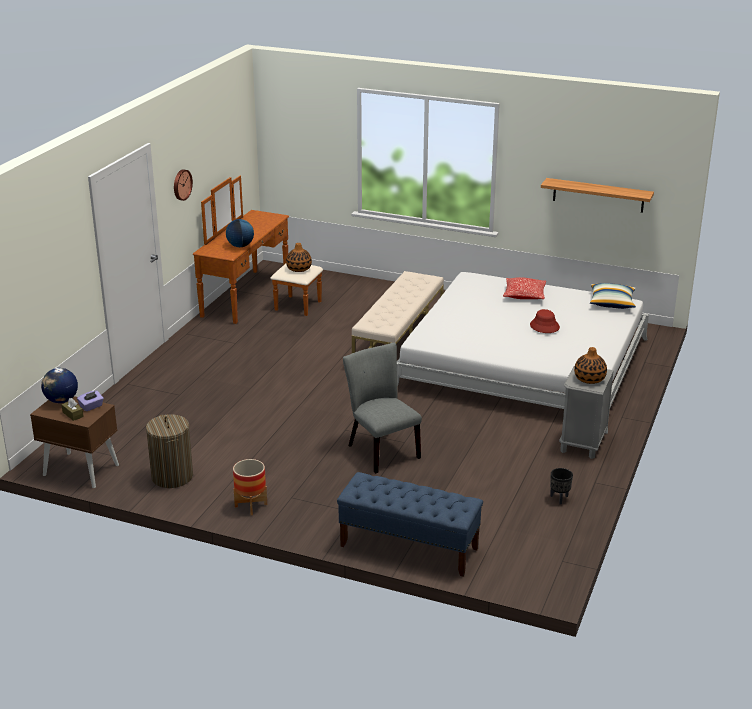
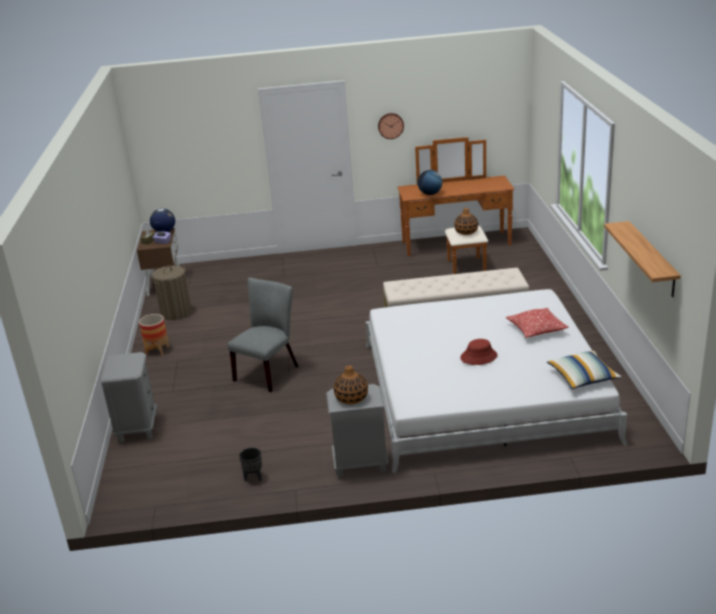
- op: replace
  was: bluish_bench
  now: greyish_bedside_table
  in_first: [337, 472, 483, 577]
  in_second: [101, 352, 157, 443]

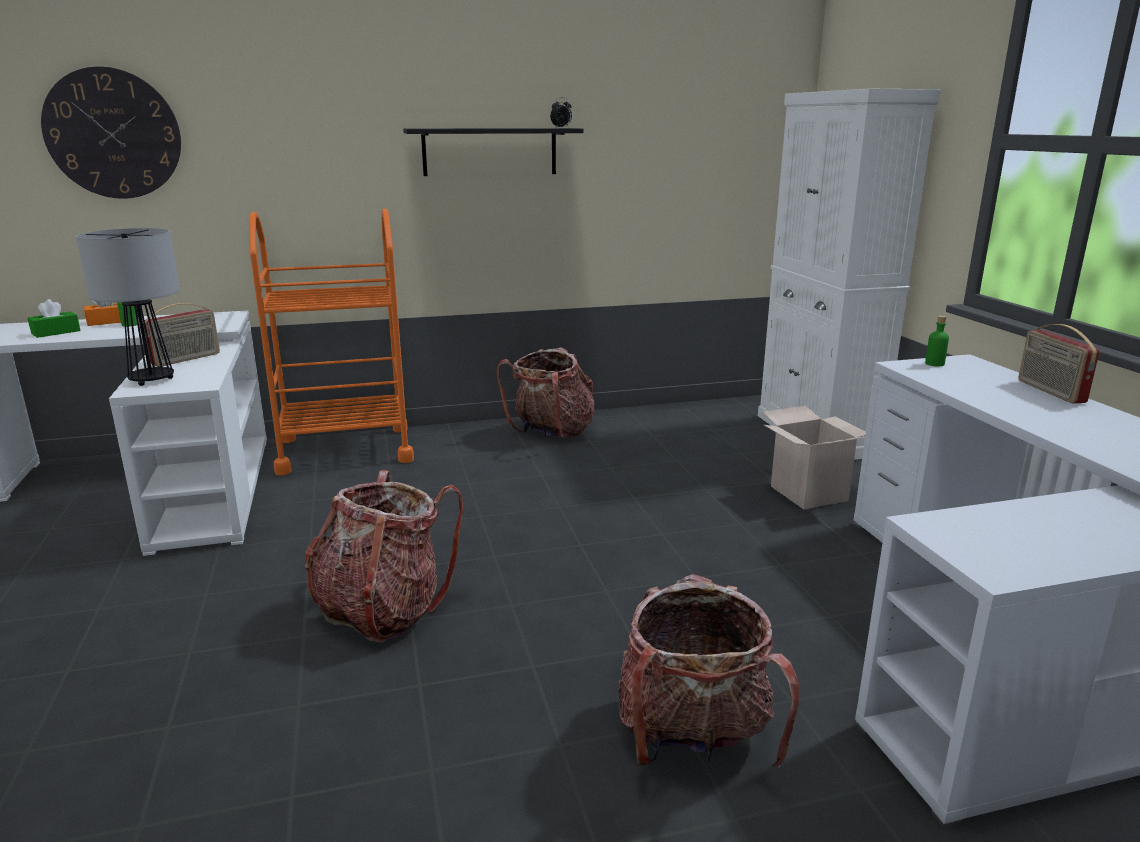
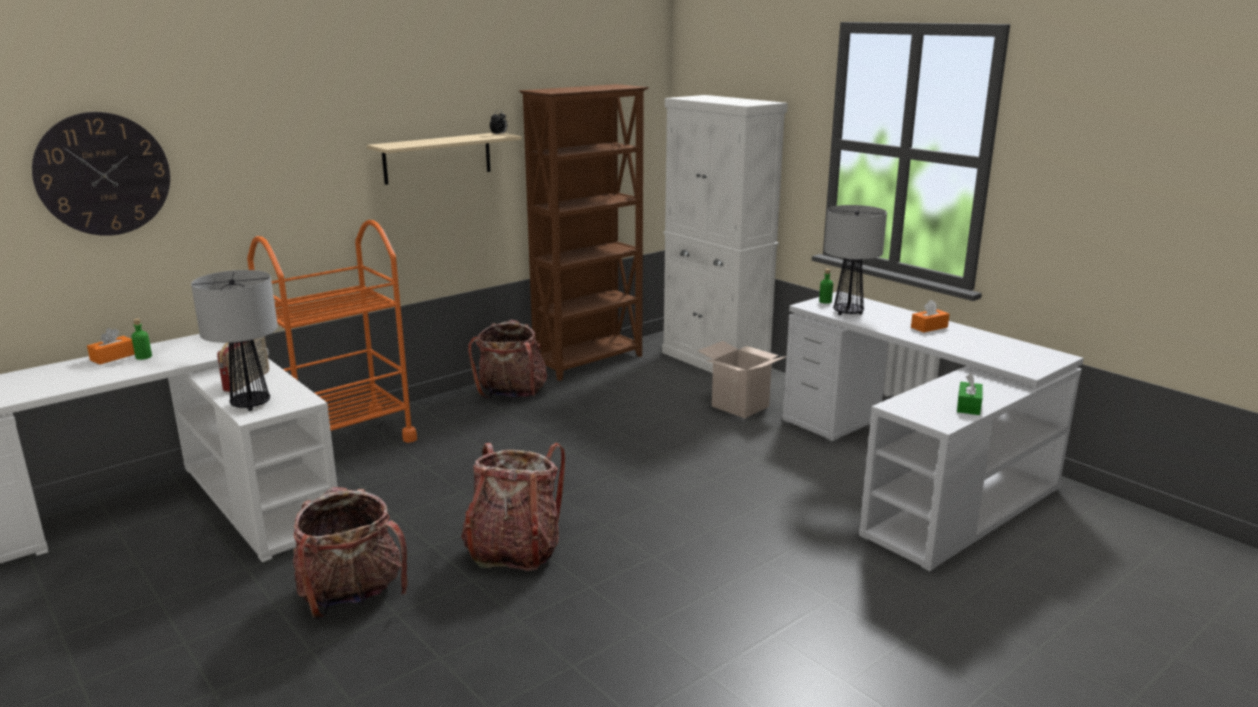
- op: recolor
  was: black-coloured_shelf
  now: beige_shelf
  in_first: [403, 128, 583, 176]
  in_second: [367, 133, 522, 185]
- op: move
  was: greenish_tissue_box
  in_first: [28, 299, 81, 338]
  in_second: [957, 374, 983, 415]
- op: delete
  was: radio_set
  in_first: [1018, 324, 1099, 404]
- op: move
  was: rucksack
  in_first: [618, 574, 800, 768]
  in_second: [293, 487, 407, 619]
- op: insert
  now: brownish_bookshelf
  in_second: [519, 84, 649, 381]
- op: insert
  now: table_lamp
  in_second: [824, 205, 887, 315]
- op: insert
  now: orangey_tissue_box
  in_second: [911, 300, 950, 333]

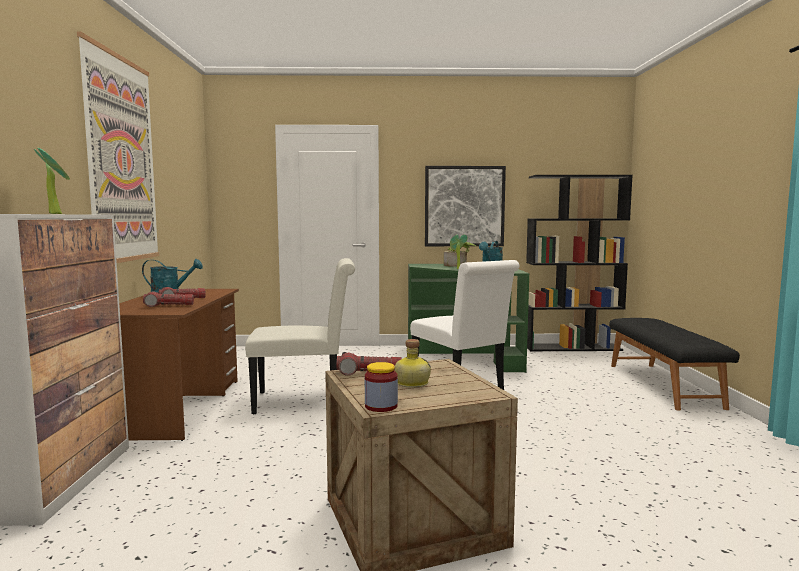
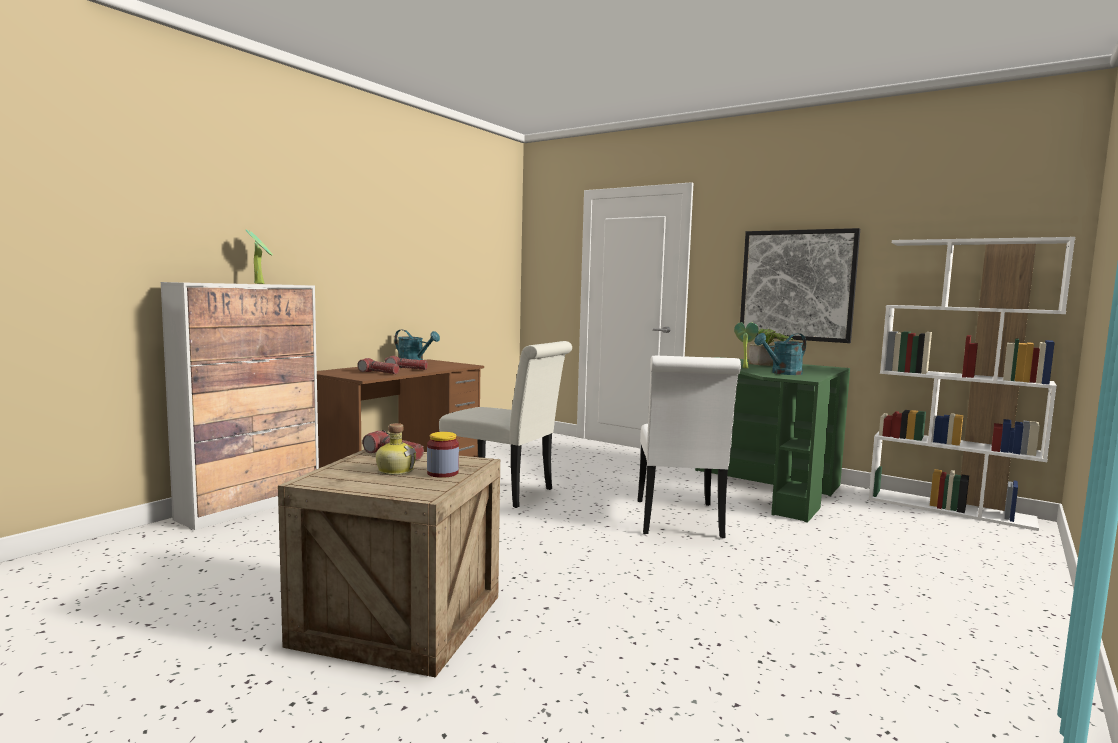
- op: delete
  was: picture
  in_first: [77, 32, 159, 263]
- op: recolor
  was: black-coloured_bookshelf
  now: white_bookshelf
  in_first: [526, 175, 633, 351]
  in_second: [869, 237, 1075, 531]
- op: delete
  was: black-coloured_bench
  in_first: [609, 318, 740, 411]
- op: move
  was: preserve_jar
  in_first: [365, 362, 398, 412]
  in_second: [427, 432, 459, 478]

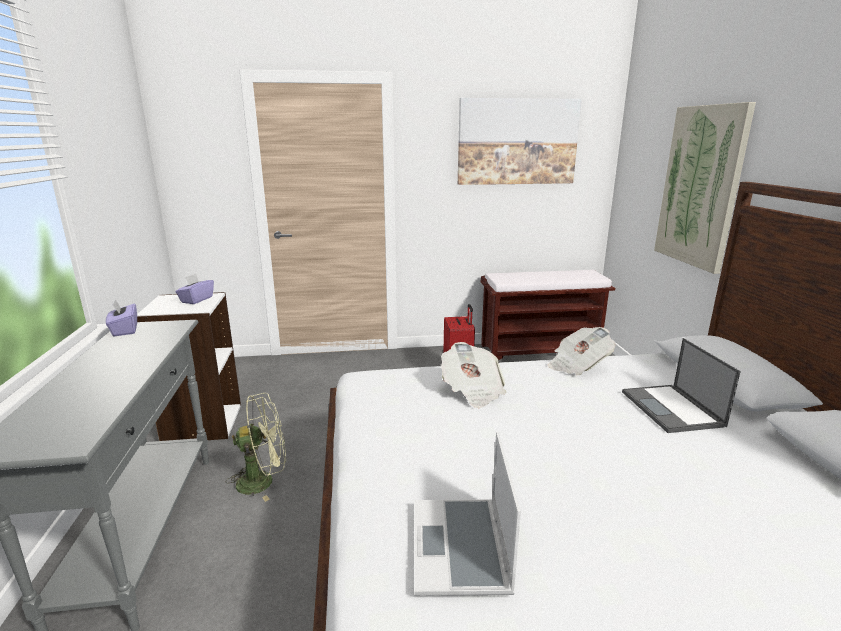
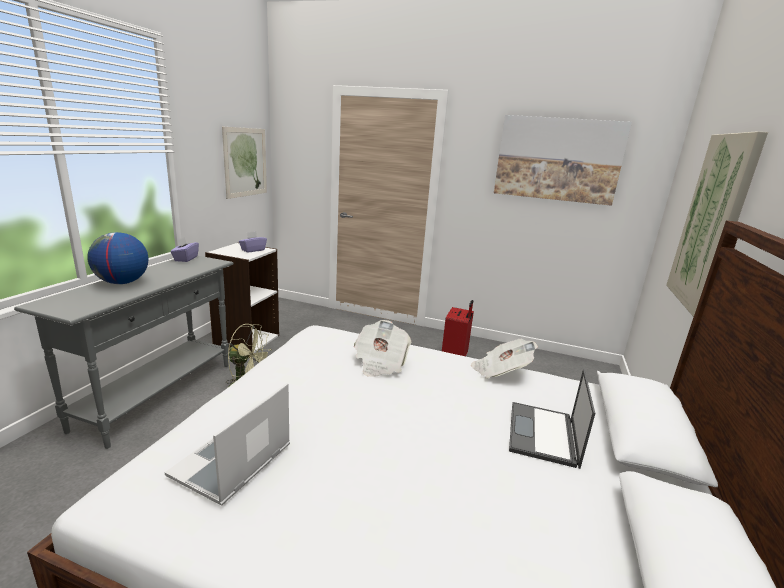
- op: delete
  was: brownish_bench
  in_first: [481, 269, 615, 360]
- op: insert
  now: picture
  in_second: [222, 126, 267, 199]
- op: insert
  now: world_globe
  in_second: [87, 232, 149, 284]

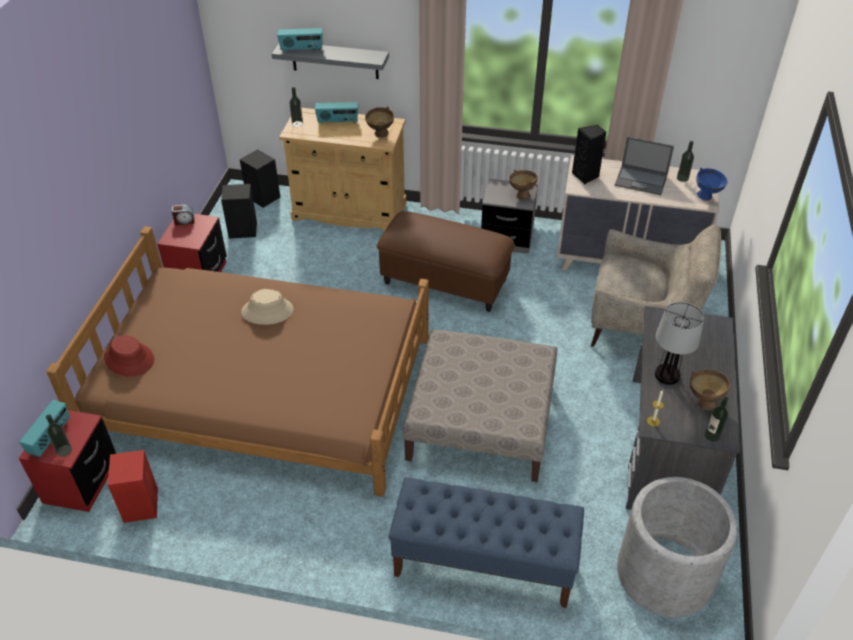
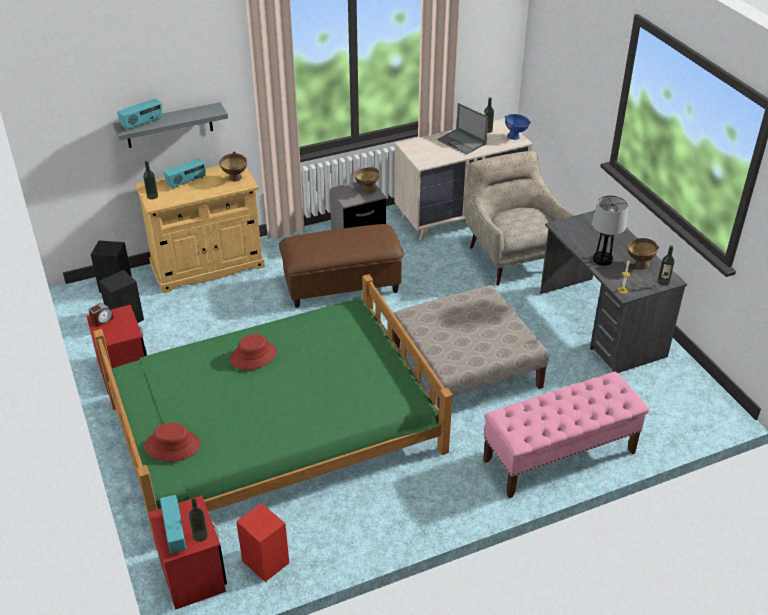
- op: delete
  was: black-coloured_loudspeaker
  in_first: [572, 125, 607, 184]
- op: rotate
  was: notebook_computer
  in_first: [615, 137, 674, 195]
  in_second: [437, 103, 488, 155]
  clockwise: 60
- op: rotate
  was: beige_armchair
  in_first: [591, 225, 721, 347]
  in_second: [464, 151, 576, 286]
  clockwise: -90
- op: recolor
  was: brownish_bedroom_bed
  now: greenish_bedroom_bed
  in_first: [46, 226, 429, 497]
  in_second: [93, 274, 453, 550]
- op: recolor
  was: beige_wearable_hat
  now: red-coloured_wearable_hat
  in_first: [241, 289, 294, 325]
  in_second: [230, 334, 276, 370]
- op: recolor
  was: bluish_bench
  now: pinkish_bench
  in_first: [389, 477, 584, 608]
  in_second: [483, 372, 649, 498]
- op: delete
  was: greyish_planter
  in_first: [617, 477, 738, 617]

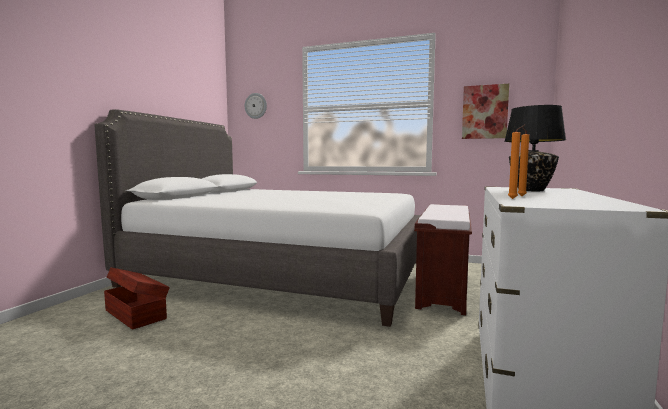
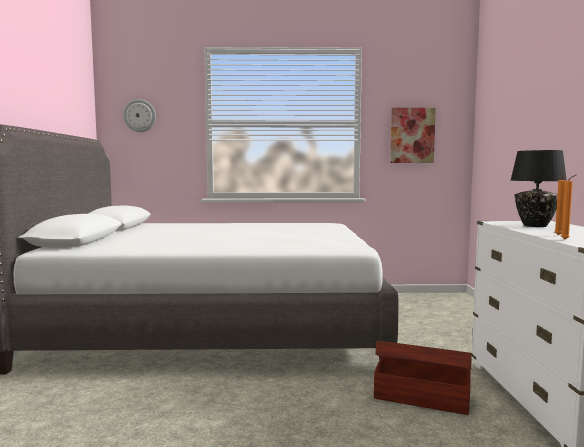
- op: delete
  was: brownish_bench
  in_first: [414, 204, 472, 315]
- op: move
  was: brownish_storage_container
  in_first: [104, 267, 170, 330]
  in_second: [374, 341, 472, 415]

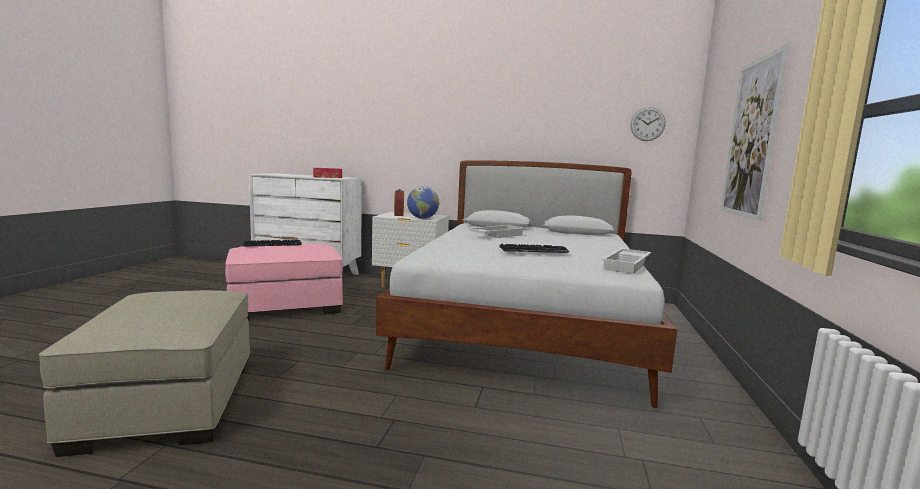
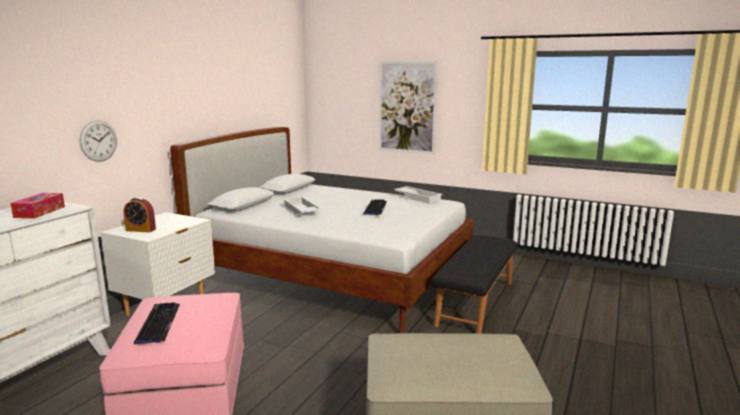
- op: move
  was: hanging_clock
  in_first: [631, 107, 666, 141]
  in_second: [80, 120, 117, 162]
- op: delete
  was: world_globe
  in_first: [407, 186, 439, 219]
- op: insert
  now: black-coloured_bench
  in_second: [431, 235, 518, 334]

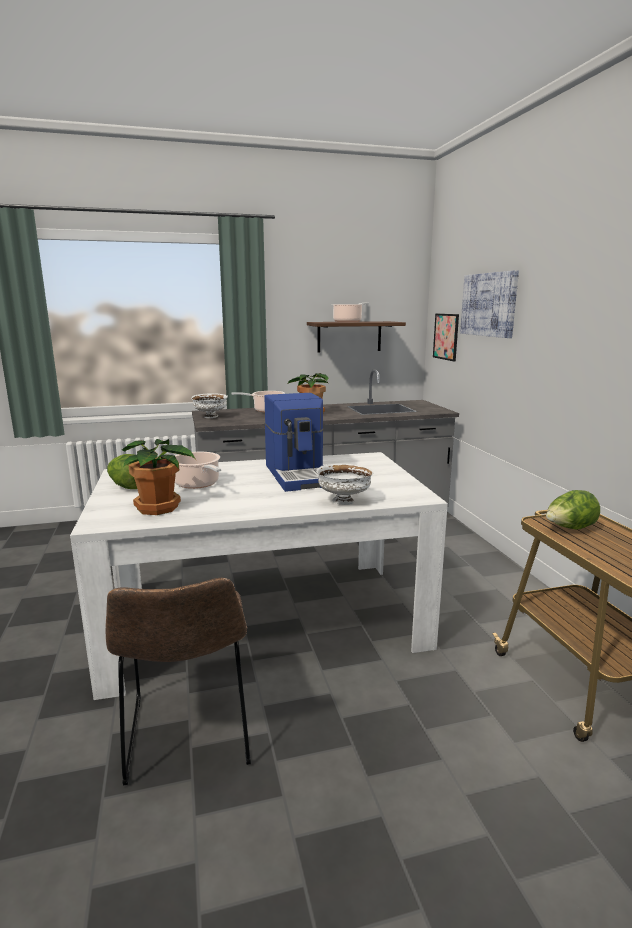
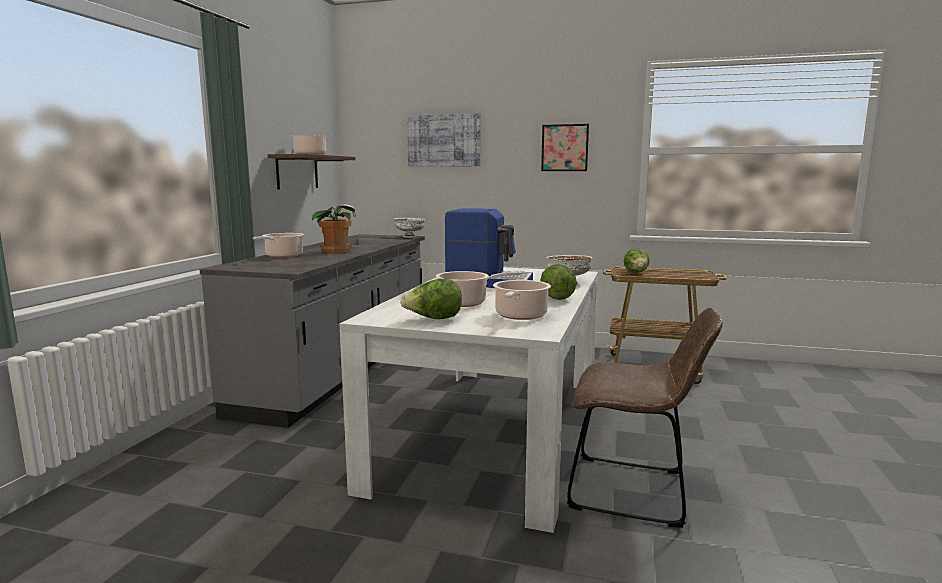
- op: move
  was: picture
  in_first: [433, 314, 459, 361]
  in_second: [541, 124, 589, 171]
- op: move
  was: white_serving_bowl
  in_first: [191, 393, 228, 418]
  in_second: [394, 218, 425, 238]
- op: replace
  was: potted_plant
  now: cooking_pot
  in_first: [122, 439, 196, 515]
  in_second: [493, 280, 551, 320]
- op: insert
  now: lettuce
  in_second: [540, 264, 577, 300]

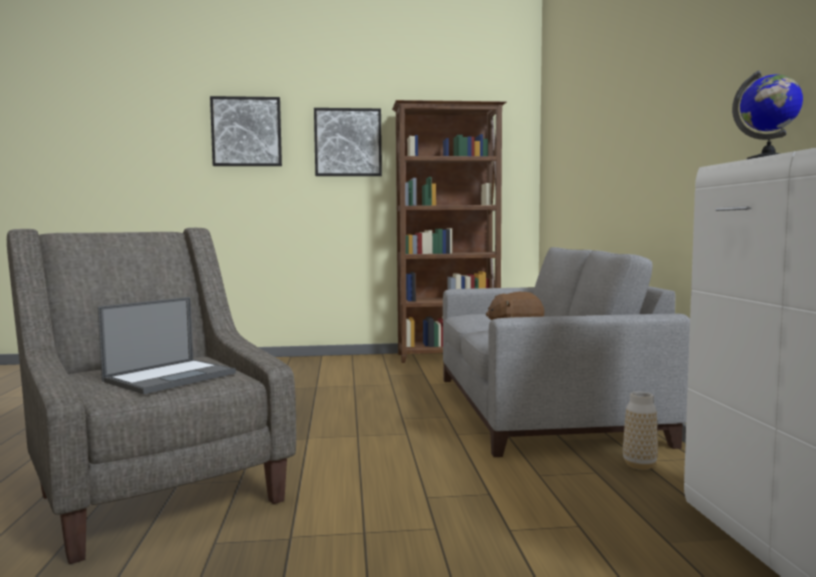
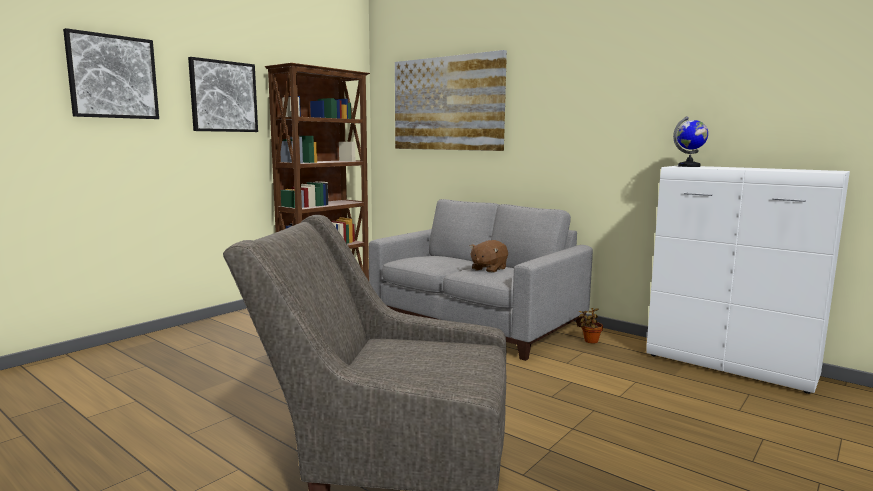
- op: delete
  was: notebook_computer
  in_first: [98, 297, 236, 394]
- op: replace
  was: flower_vase
  now: potted_plant
  in_first: [623, 391, 658, 470]
  in_second: [579, 308, 603, 343]
- op: insert
  now: picture
  in_second: [395, 50, 507, 151]

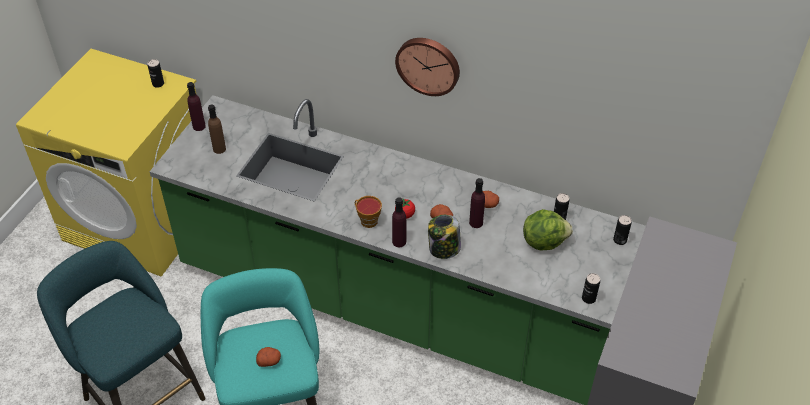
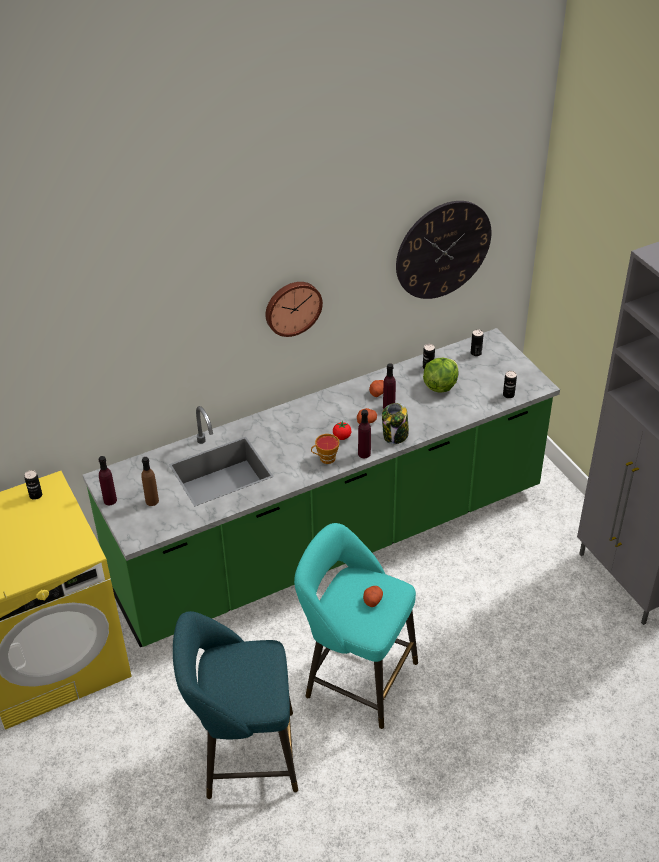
- op: insert
  now: hanging_clock
  in_second: [396, 201, 491, 299]

